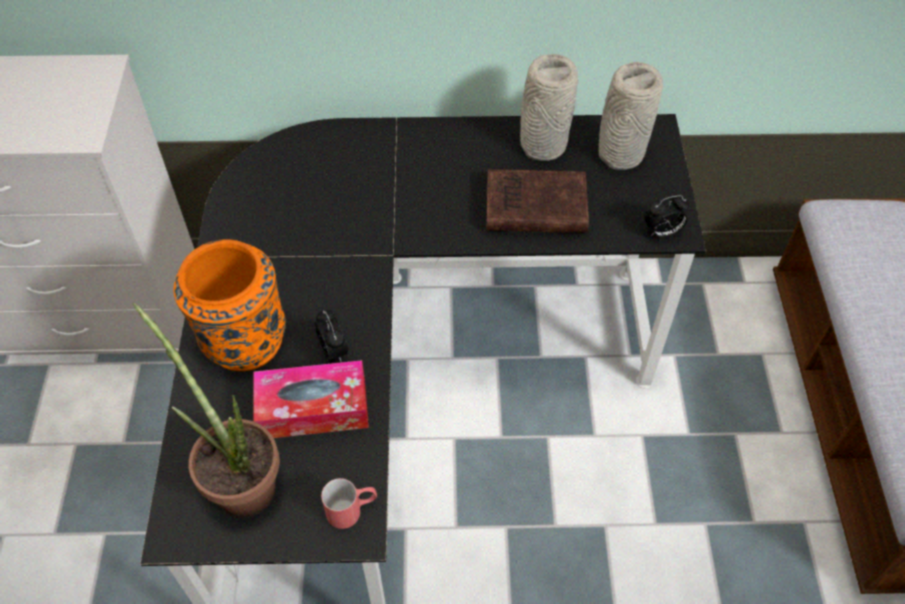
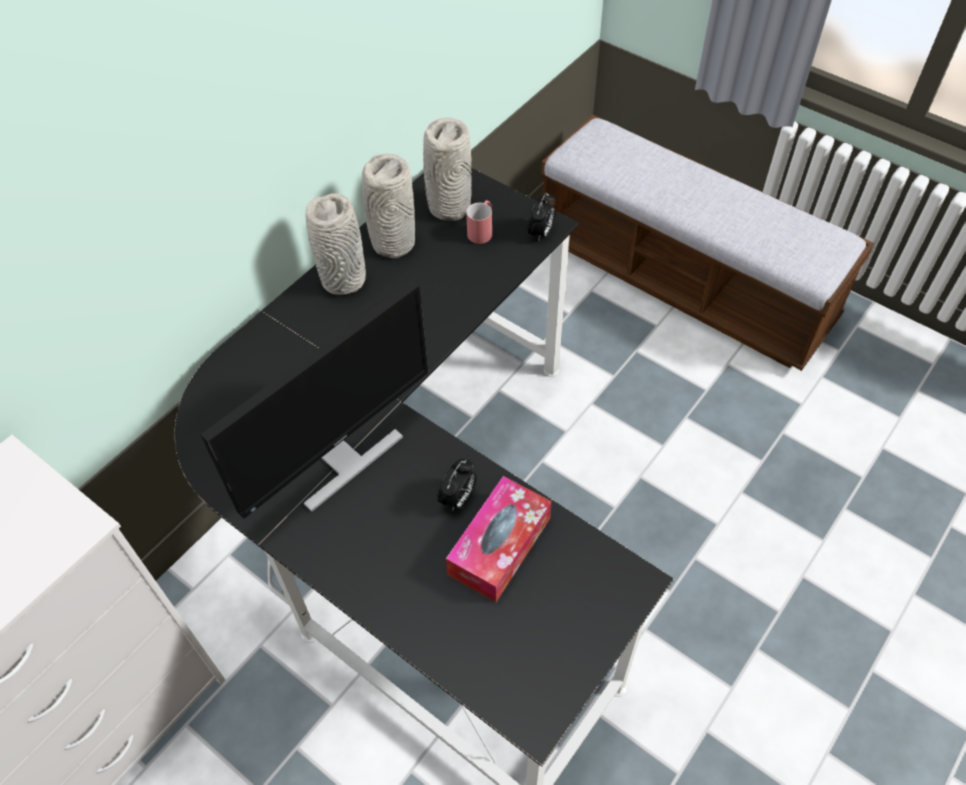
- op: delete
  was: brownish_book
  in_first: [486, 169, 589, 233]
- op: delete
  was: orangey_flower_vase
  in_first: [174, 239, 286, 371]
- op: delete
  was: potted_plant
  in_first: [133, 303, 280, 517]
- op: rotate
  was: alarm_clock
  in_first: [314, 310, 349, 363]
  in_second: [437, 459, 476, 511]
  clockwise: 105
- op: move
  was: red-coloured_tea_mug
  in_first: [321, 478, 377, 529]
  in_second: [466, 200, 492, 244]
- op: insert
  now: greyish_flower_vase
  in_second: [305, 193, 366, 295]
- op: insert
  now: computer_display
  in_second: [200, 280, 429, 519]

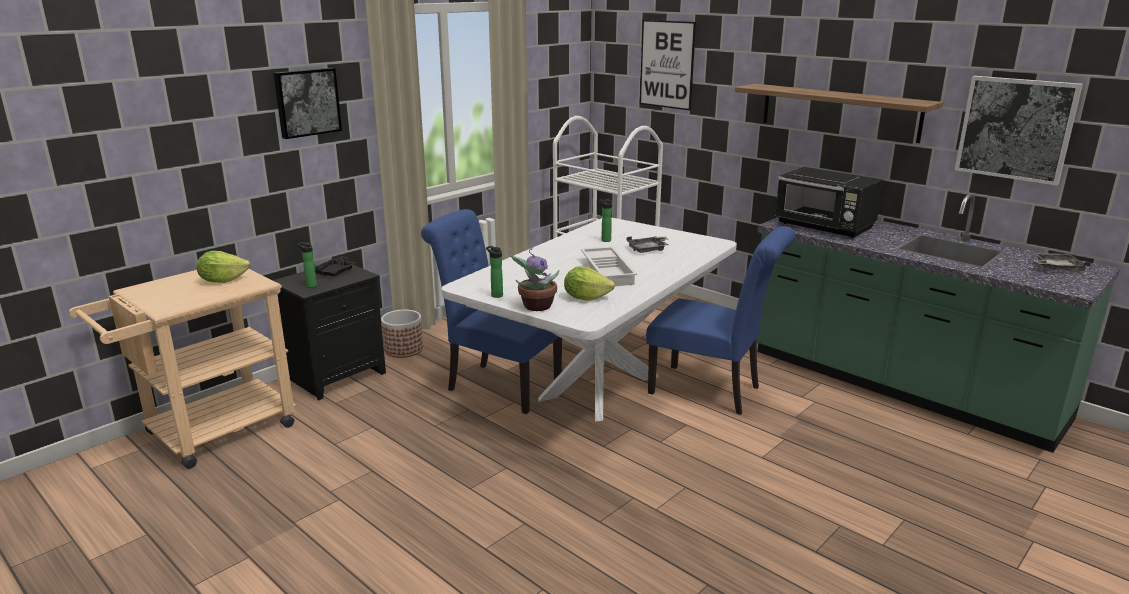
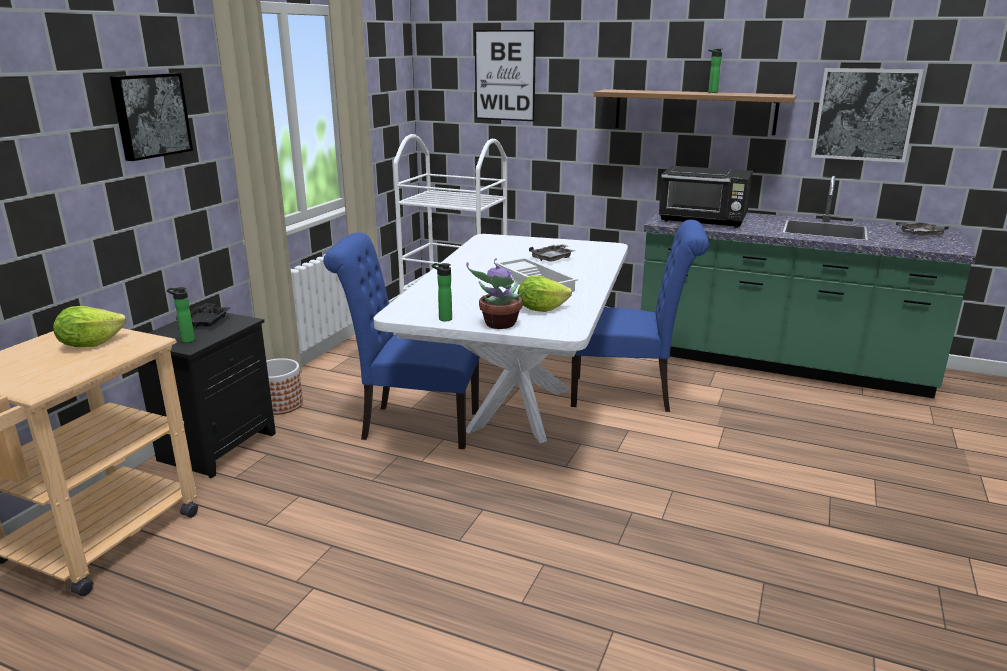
- op: move
  was: drink_bottle
  in_first: [598, 199, 612, 242]
  in_second: [708, 49, 722, 93]

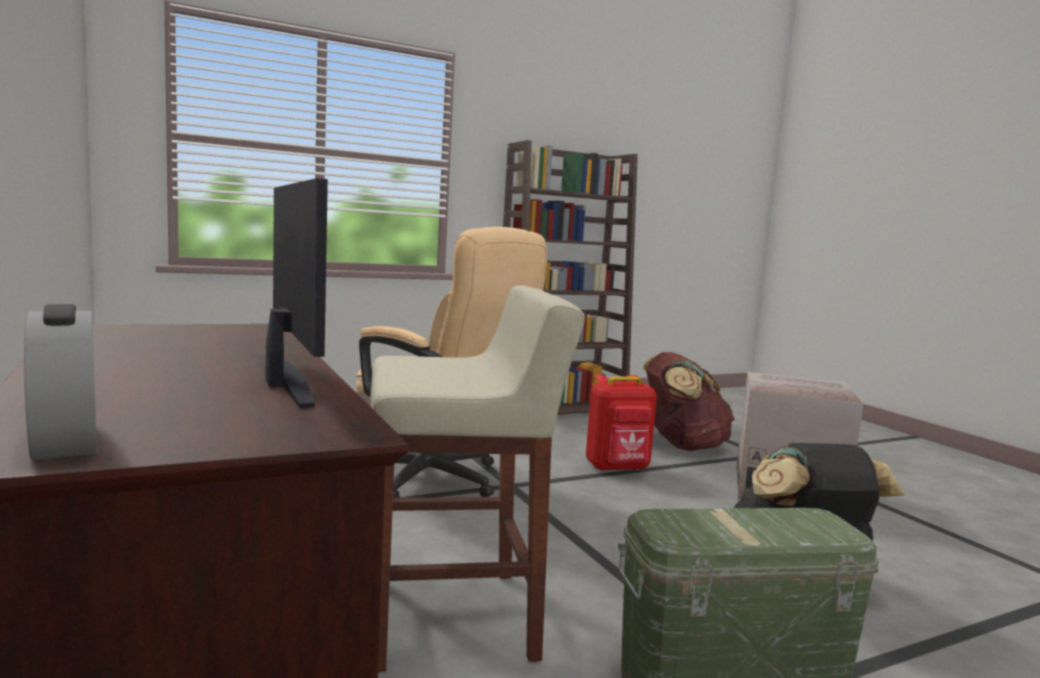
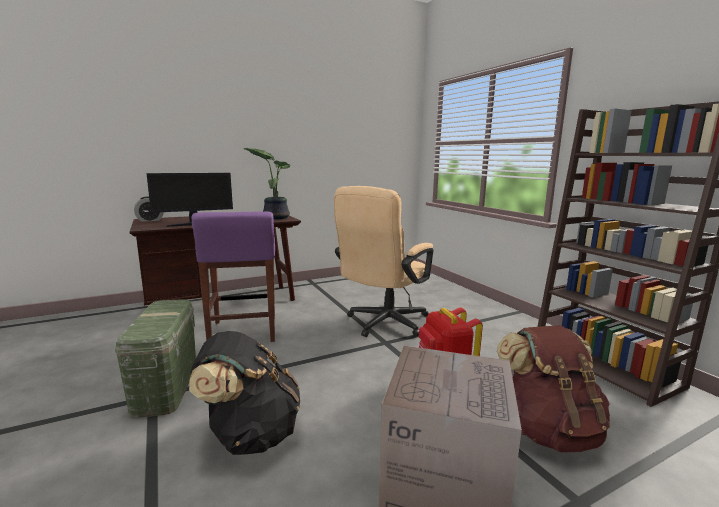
- op: recolor
  was: beige_sitting_stool
  now: purplish_sitting_stool
  in_first: [370, 285, 585, 673]
  in_second: [191, 212, 275, 342]
- op: insert
  now: potted_plant
  in_second: [244, 148, 290, 220]

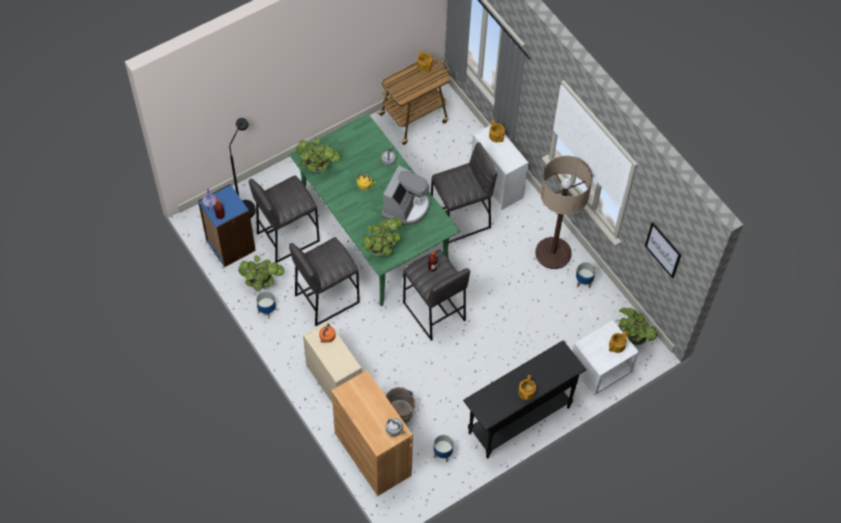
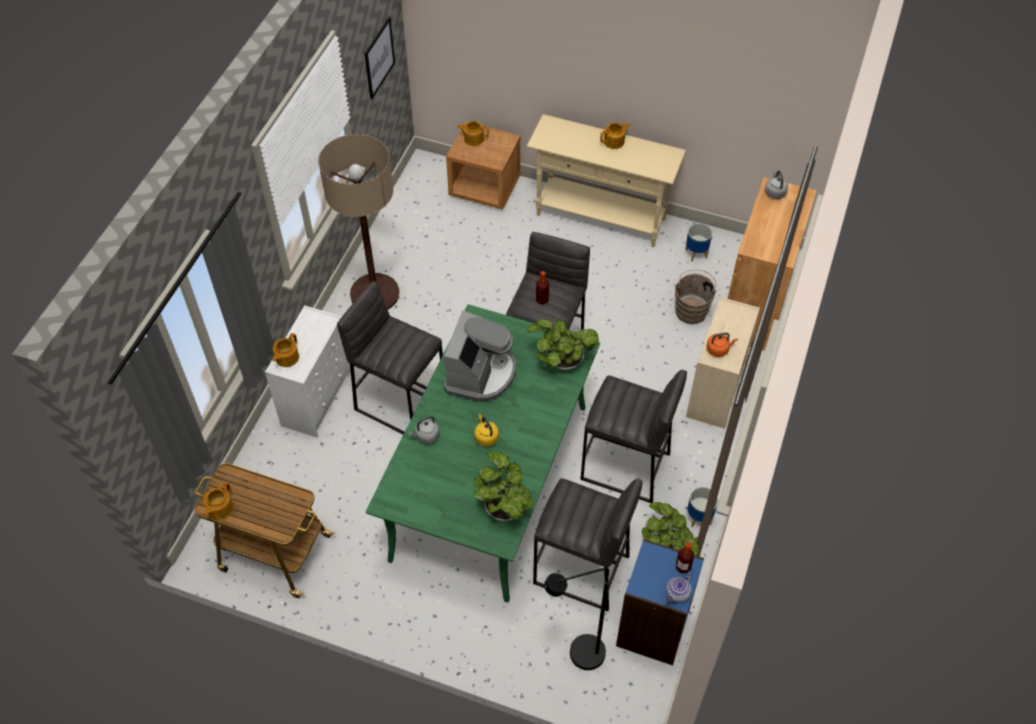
- op: rotate
  was: coffee_maker
  in_first: [381, 165, 430, 225]
  in_second: [444, 310, 516, 401]
  clockwise: 120
- op: delete
  was: planter
  in_first: [576, 262, 596, 288]
- op: delete
  was: potted_plant
  in_first: [618, 308, 657, 346]
- op: recolor
  was: white_bedside_table
  now: brownish_bedside_table
  in_first: [572, 320, 639, 395]
  in_second: [446, 122, 521, 210]
- op: recolor
  was: black-coloured_console_table
  now: beige_console_table
  in_first: [463, 340, 586, 458]
  in_second: [527, 114, 686, 247]

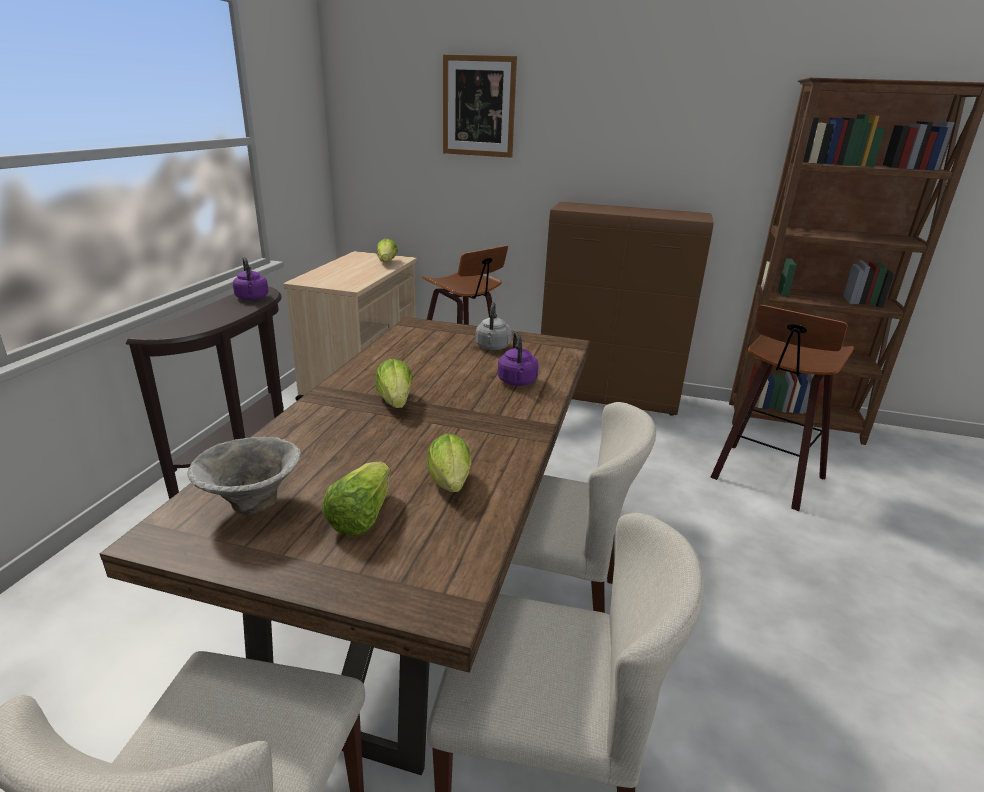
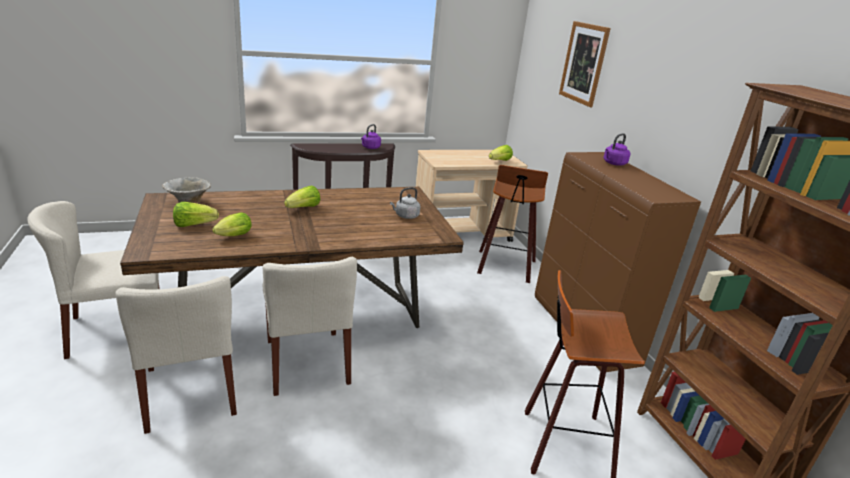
- op: move
  was: purplish_tea_kettle
  in_first: [498, 332, 539, 386]
  in_second: [603, 133, 630, 166]

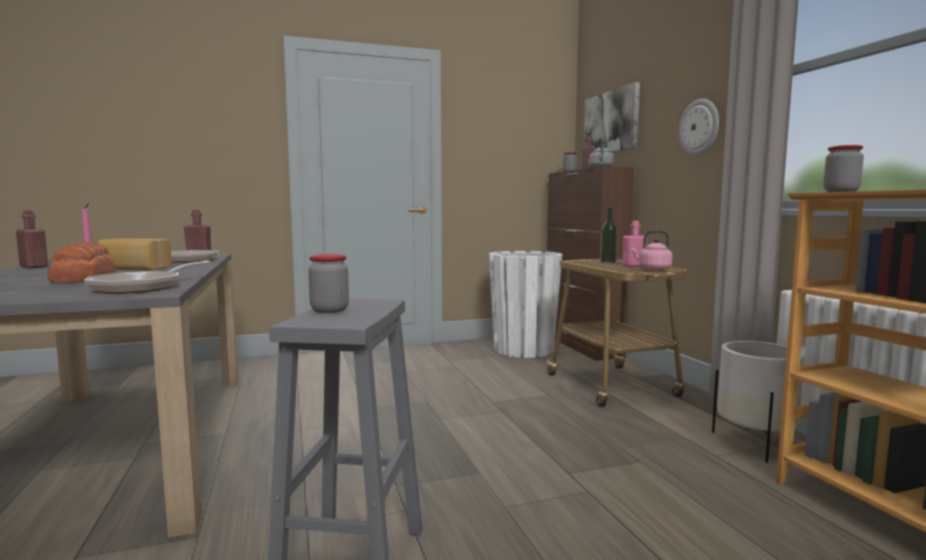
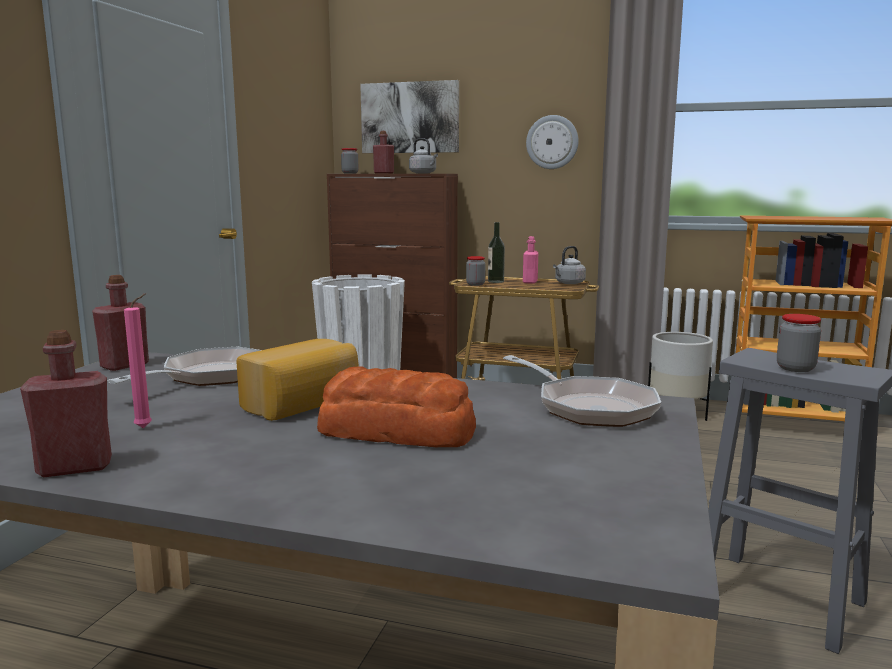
- op: move
  was: preserve_jar
  in_first: [824, 145, 864, 192]
  in_second: [466, 256, 485, 286]
- op: recolor
  was: pinkish_tea_kettle
  now: greyish_tea_kettle
  in_first: [630, 230, 672, 270]
  in_second: [553, 246, 586, 284]

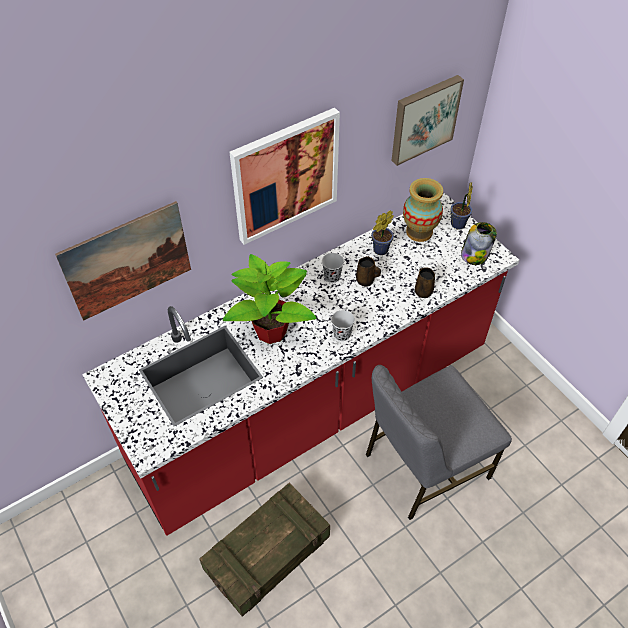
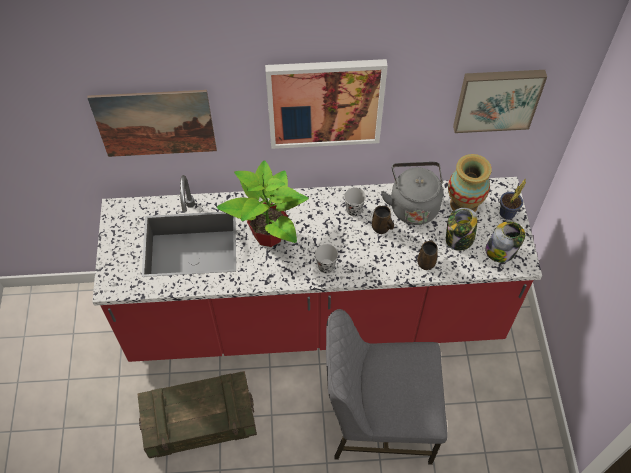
- op: replace
  was: potted_plant
  now: greyish_tea_kettle
  in_first: [371, 211, 394, 255]
  in_second: [381, 162, 443, 225]
- op: insert
  now: preserve_jar
  in_second: [446, 208, 478, 251]

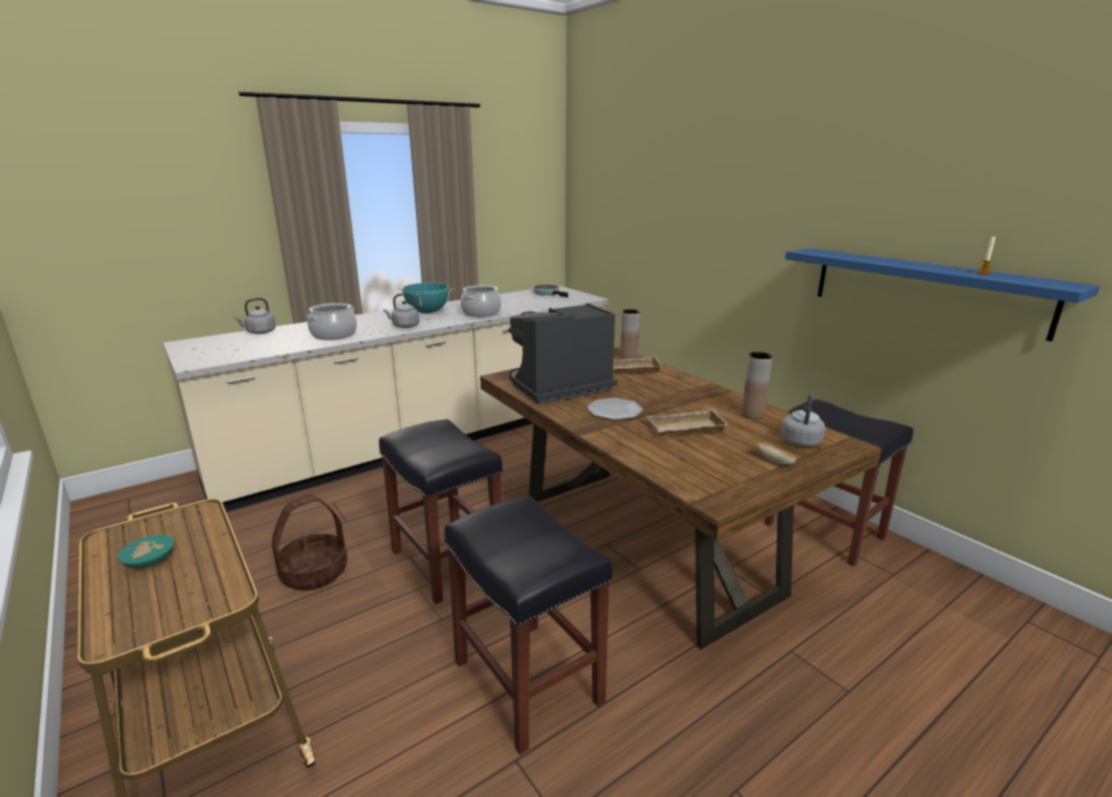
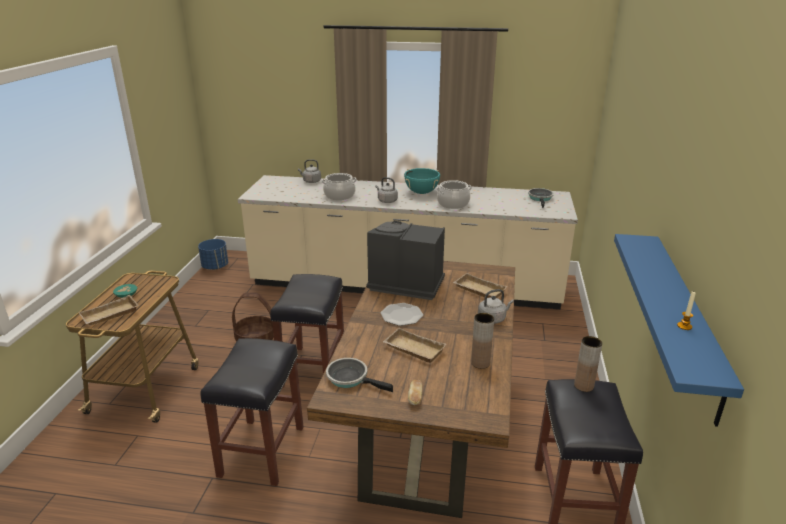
- op: move
  was: brownish_flower_vase
  in_first: [620, 309, 640, 359]
  in_second: [574, 336, 602, 392]
- op: move
  was: greyish_tea_kettle
  in_first: [781, 394, 825, 447]
  in_second: [478, 289, 514, 324]
- op: insert
  now: bluish_planter
  in_second: [198, 239, 228, 270]
- op: insert
  now: beige_serving_tray
  in_second: [78, 295, 138, 326]
- op: insert
  now: pan
  in_second: [326, 358, 393, 392]

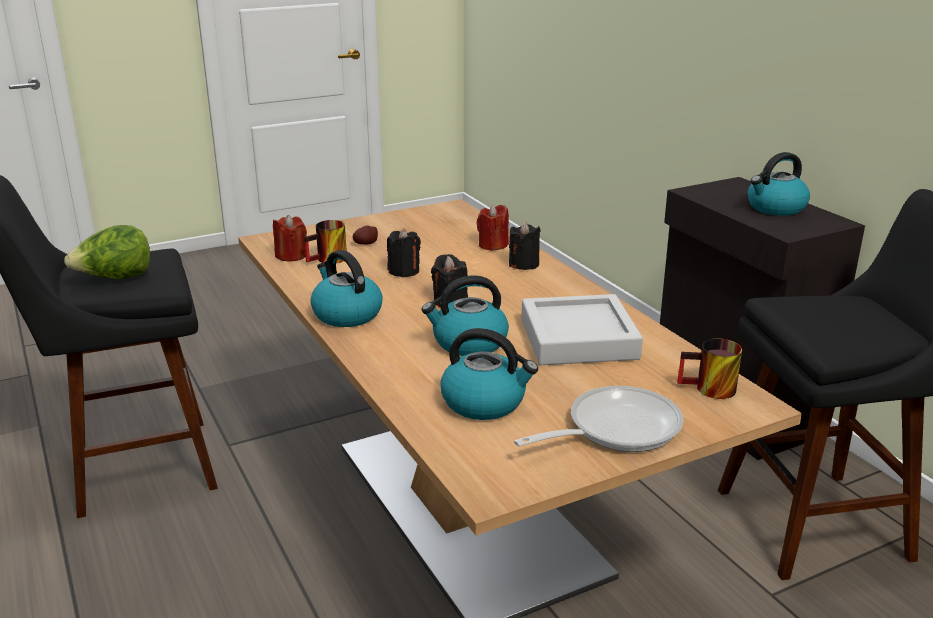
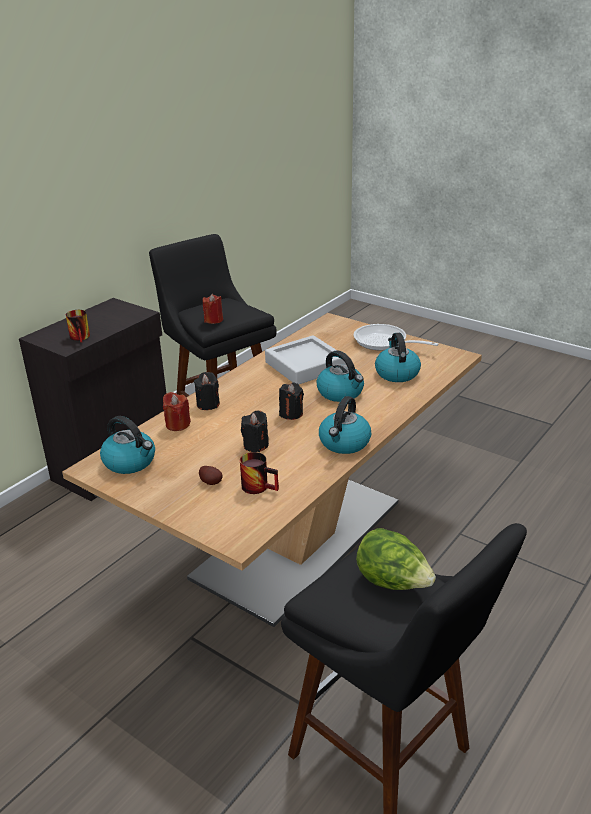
- op: move
  was: tea_kettle
  in_first: [748, 152, 810, 216]
  in_second: [100, 416, 155, 474]
- op: move
  was: red-coloured_wax_light
  in_first: [273, 215, 307, 262]
  in_second: [203, 294, 223, 324]
- op: move
  was: tea_mug
  in_first: [677, 338, 742, 399]
  in_second: [66, 310, 90, 342]

